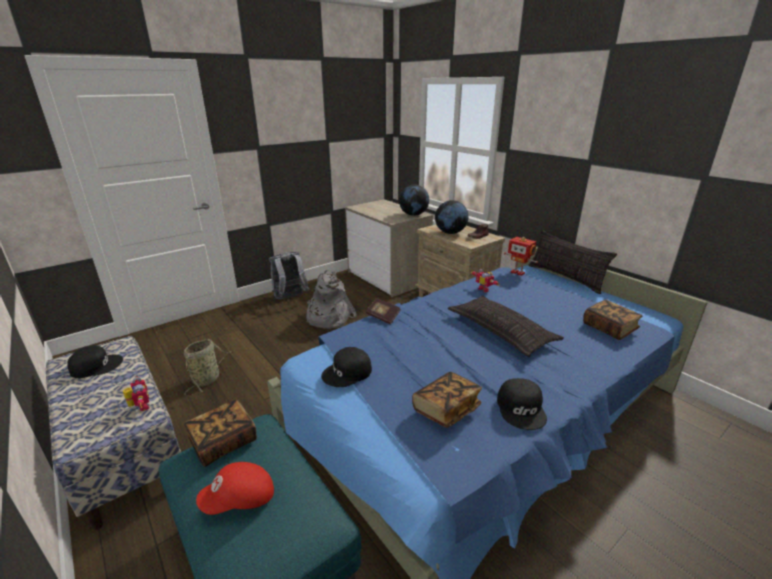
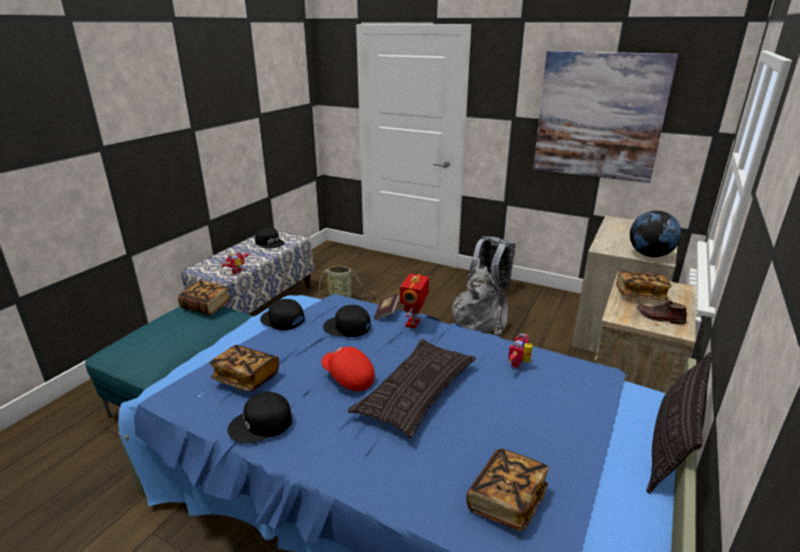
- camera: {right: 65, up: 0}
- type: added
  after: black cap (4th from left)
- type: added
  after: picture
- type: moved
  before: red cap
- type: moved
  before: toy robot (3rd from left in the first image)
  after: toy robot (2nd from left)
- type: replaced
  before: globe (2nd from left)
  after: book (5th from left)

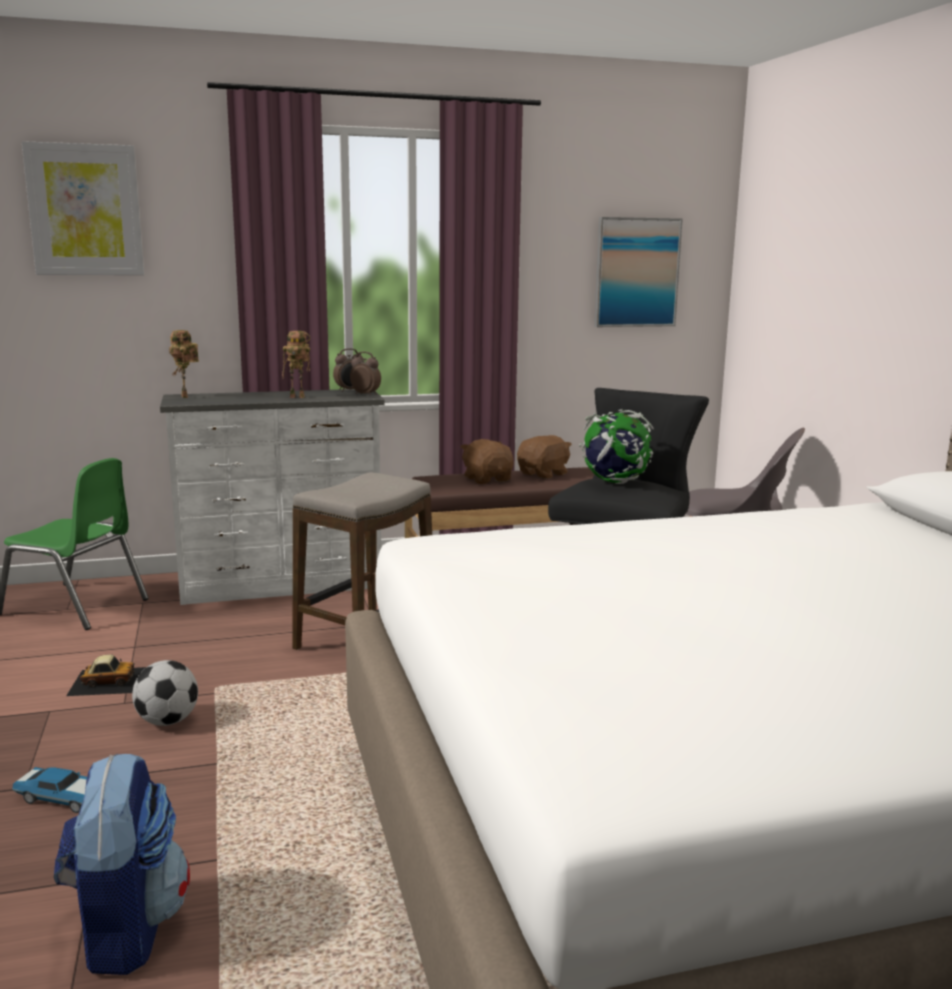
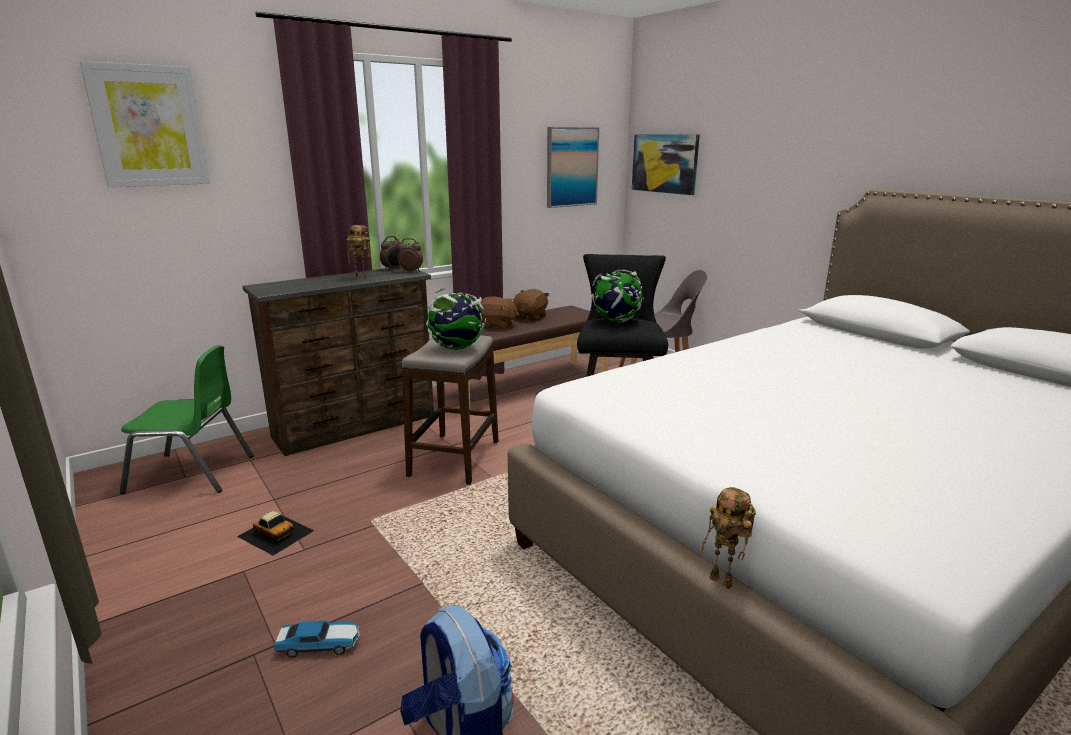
- camera: {right: -20, up: 5}
- type: removed
  before: football
- type: added
  after: globe (1st from left)
- type: added
  after: picture (3rd from left)
- type: moved
  before: toy robot (1st from left in the first image)
  after: toy robot (2nd from left)
- type: recoloured
  before: white dresser
  after: brown dresser
- type: turned
  before: toy car (2nd from left in the first image)
  turn: 60
- type: turned
  before: brown plush toy (1st from left)
  turn: 150

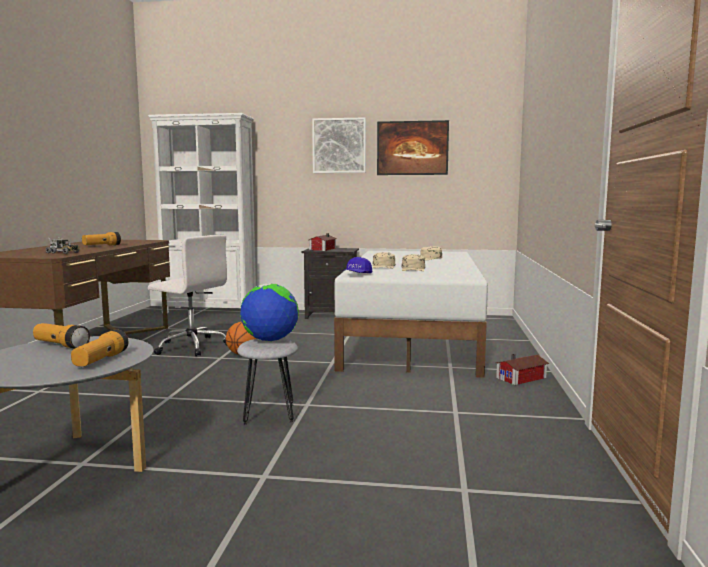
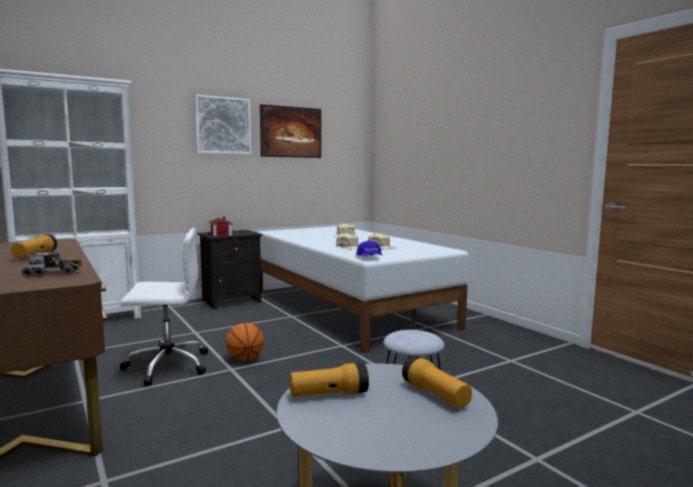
- camera: {right: -40, up: 0}
- type: removed
  before: globe
- type: removed
  before: toy house (2nd from left)

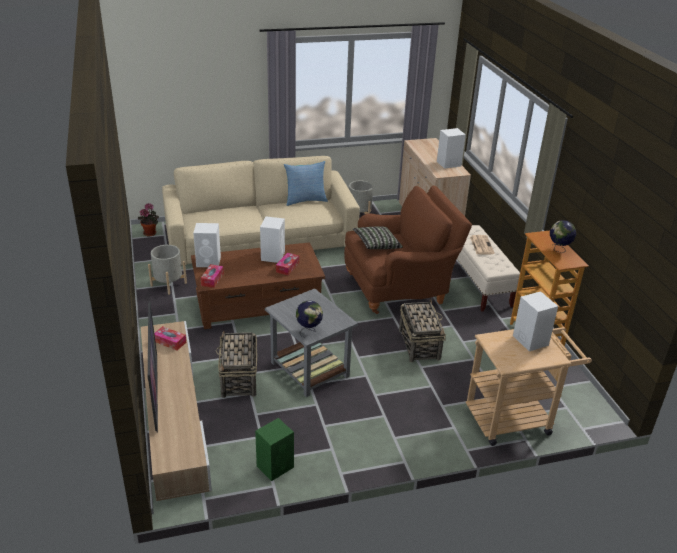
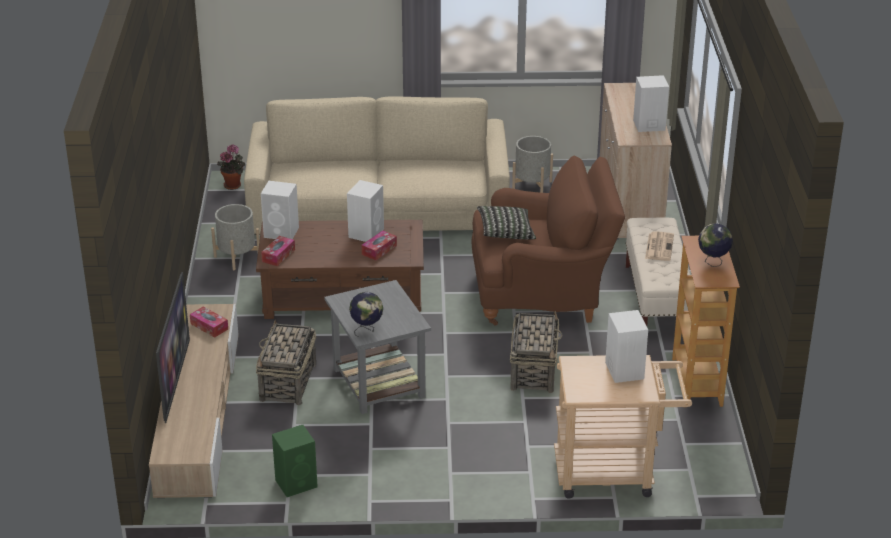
- camera: {right: 15, up: 0}
- type: removed
  before: pillow (1st from left)

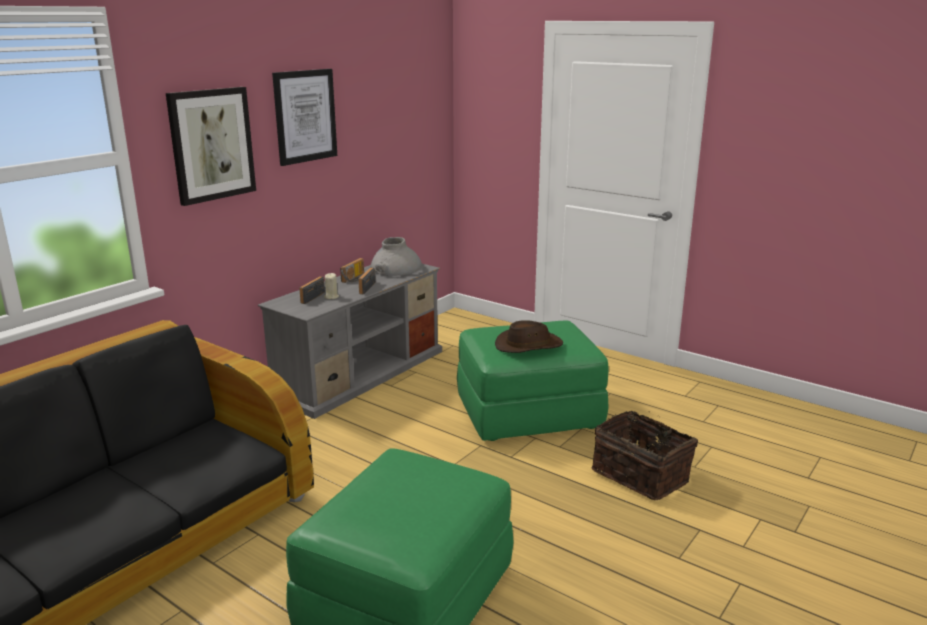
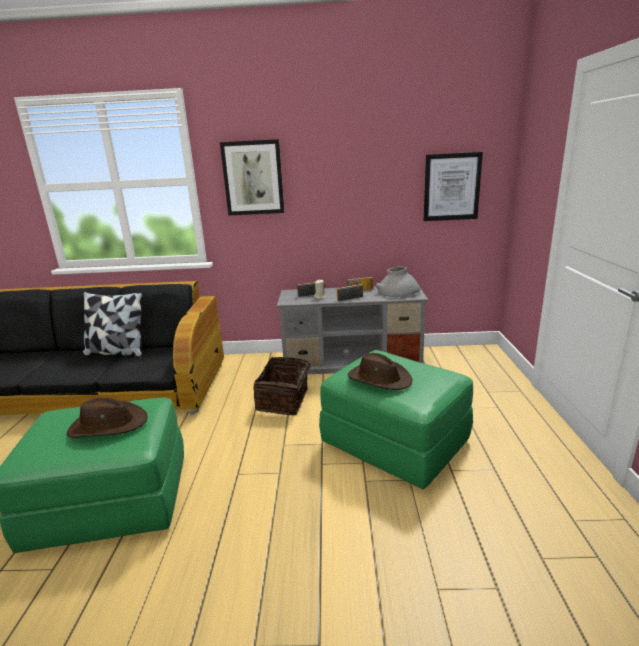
- camera: {right: 55, up: 0}
- type: added
  after: brown hat (1st from left)
- type: added
  after: pillow
- type: moved
  before: picture (2nd from left)
- type: moved
  before: basket

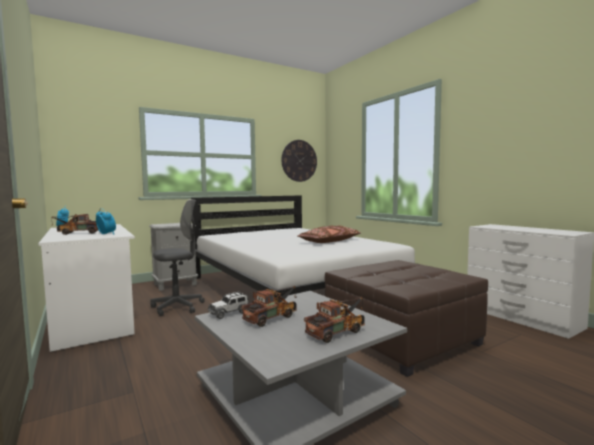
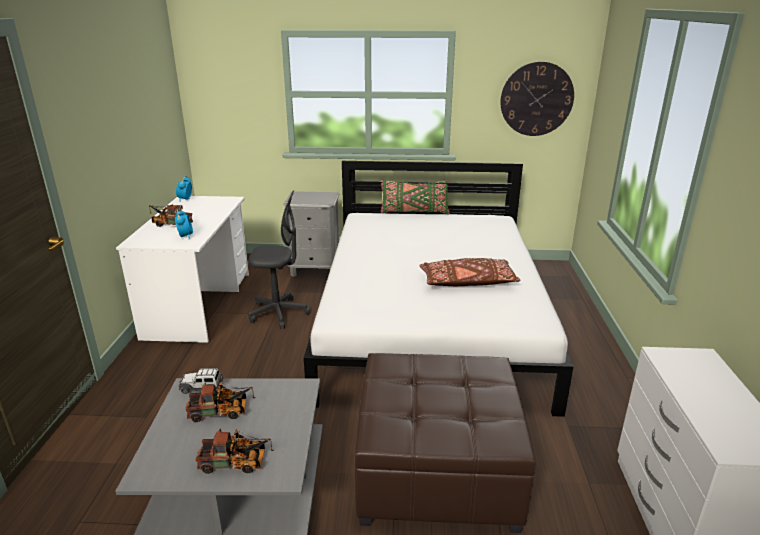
- camera: {right: 35, up: 20}
- type: added
  after: green pillow

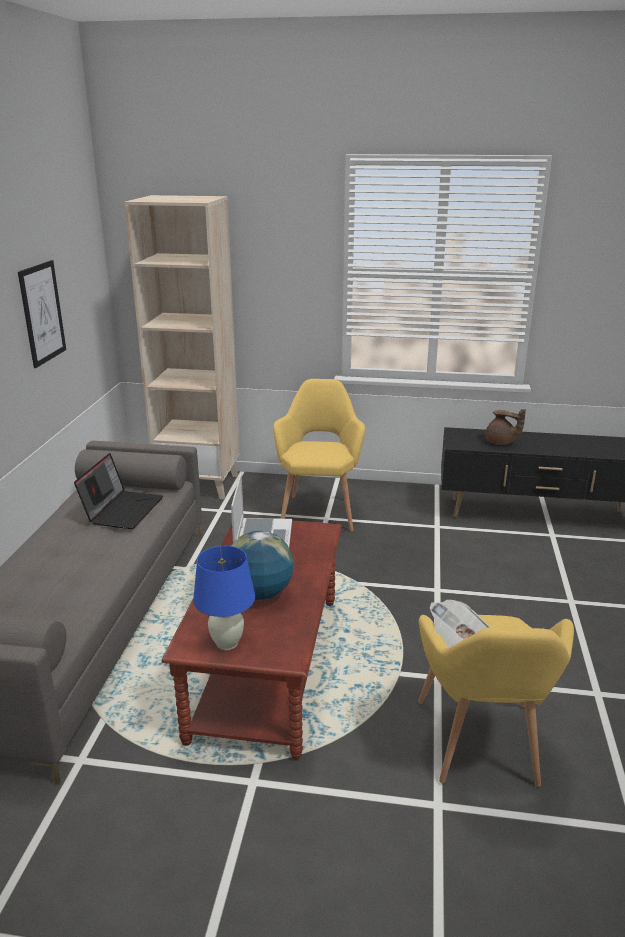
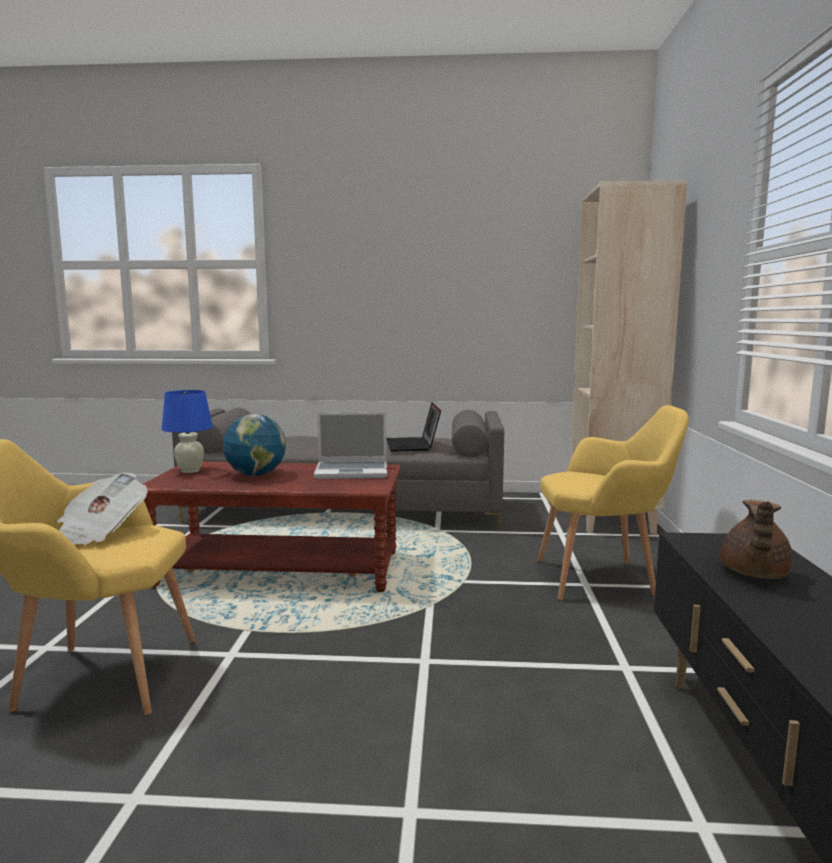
- camera: {right: 85, up: -15}
- type: removed
  before: picture
- type: turned
  before: laptop (1st from left in the first image)
  turn: 75

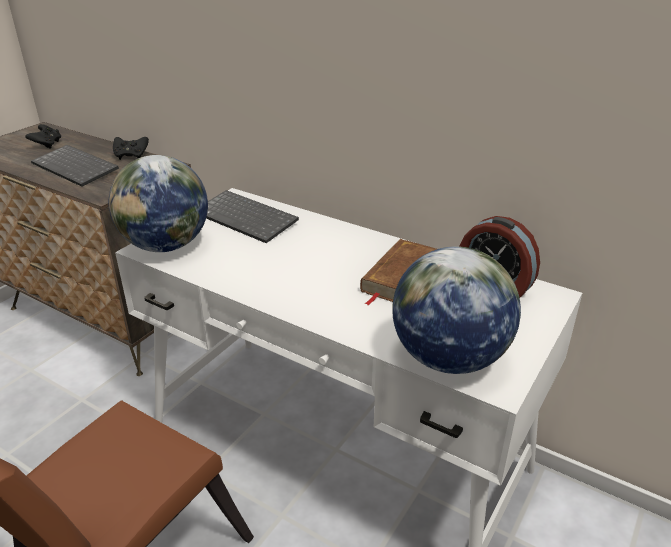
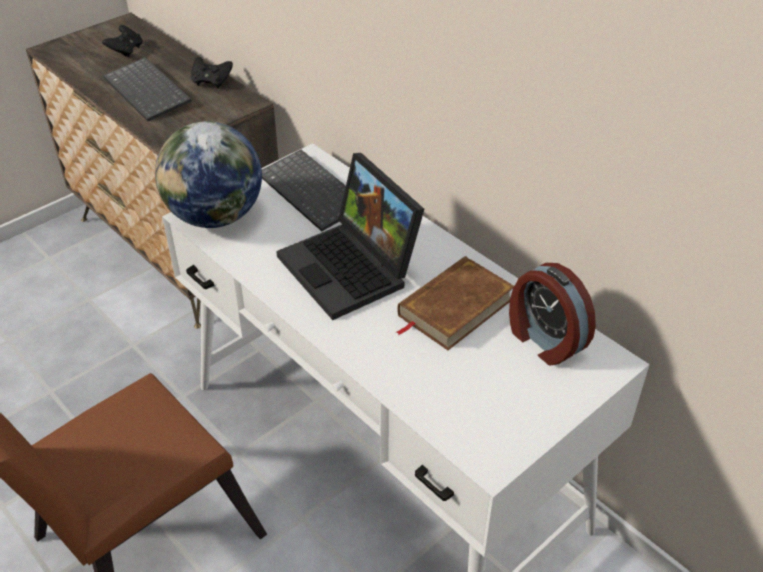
- camera: {right: 15, up: 10}
- type: removed
  before: globe (2nd from left)
- type: added
  after: laptop

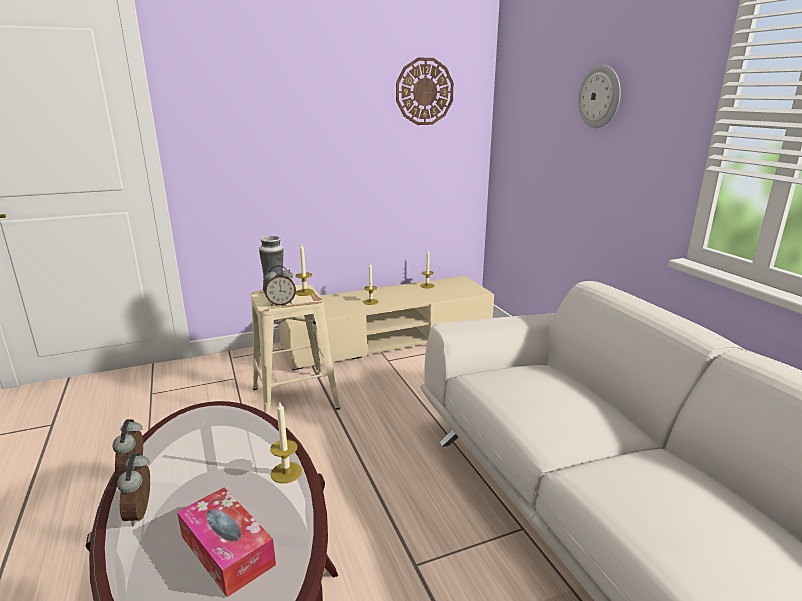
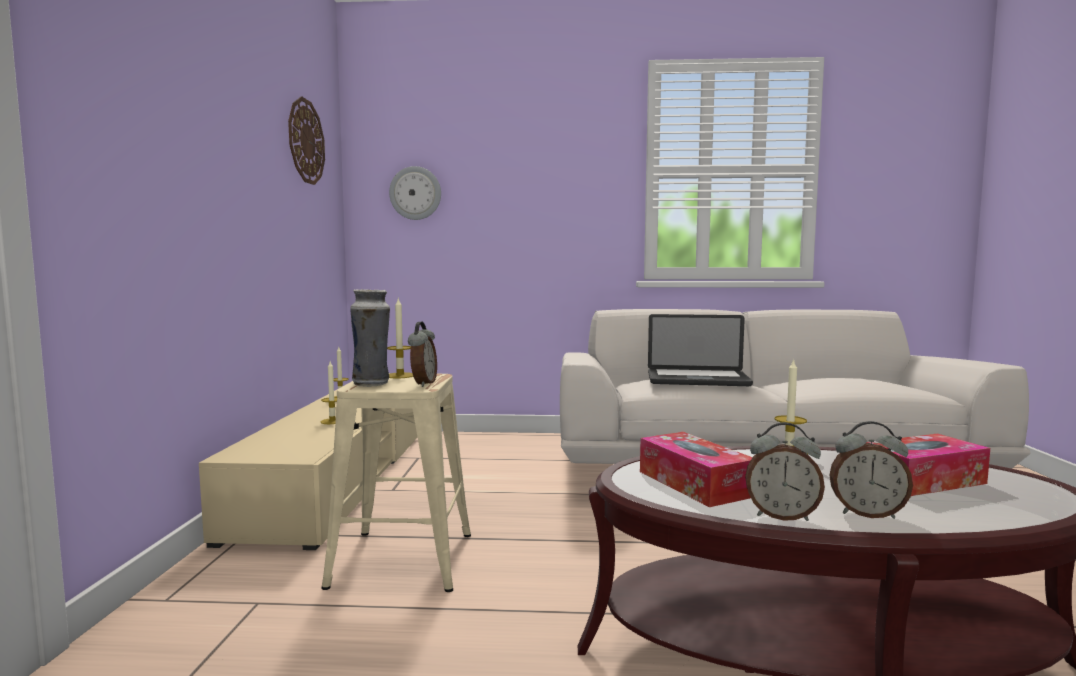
- camera: {right: -65, up: -15}
- type: added
  after: tissue box (1st from left)
- type: added
  after: laptop
- type: moved
  before: wall clock (2nd from left)

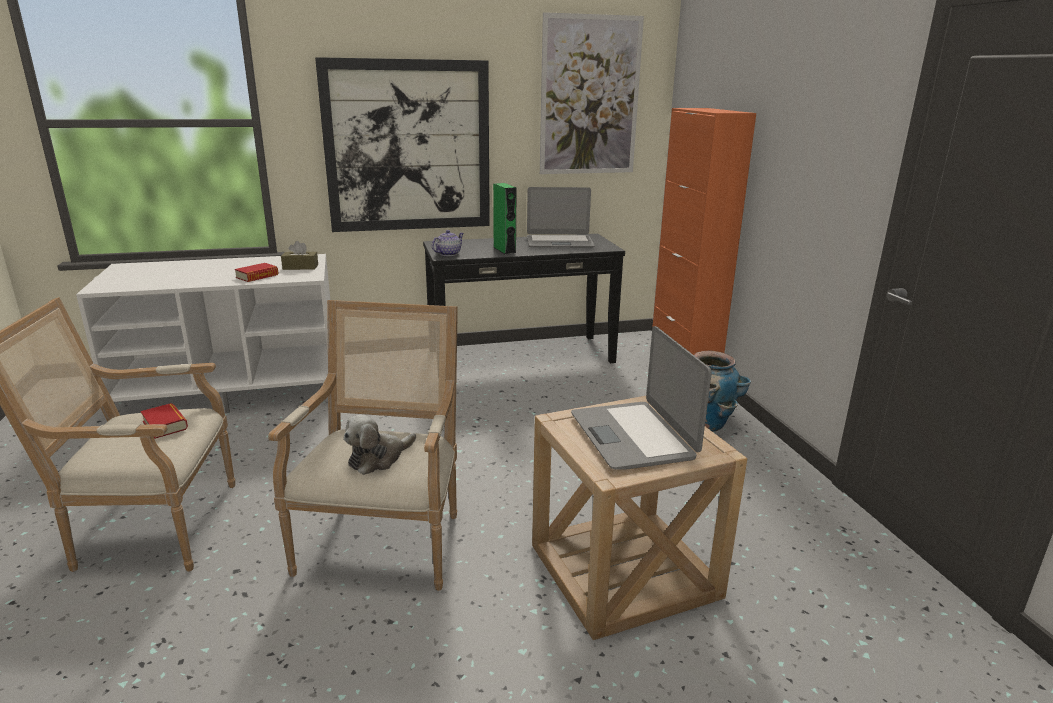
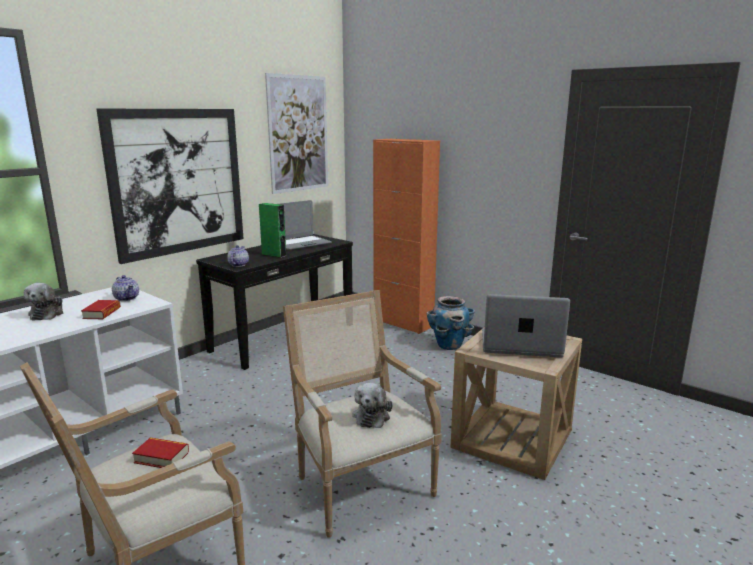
- camera: {right: -35, up: -5}
- type: added
  after: plush toy (1st from left)
- type: replaced
  before: brown tissue box
  after: teapot (1st from left)
- type: turned
  before: laptop (2nd from left)
  turn: 150

